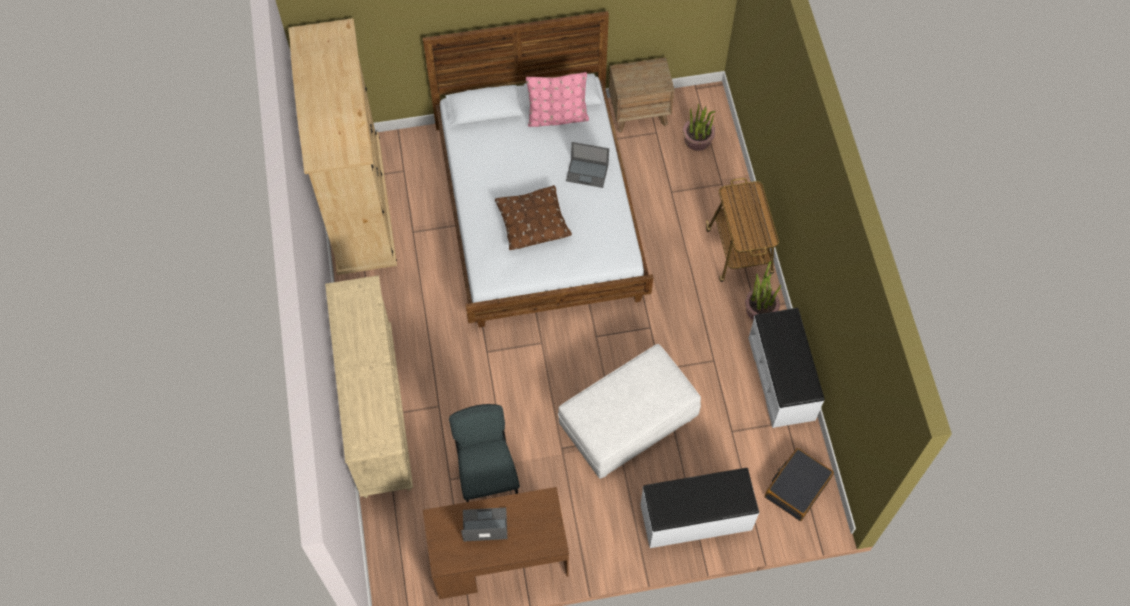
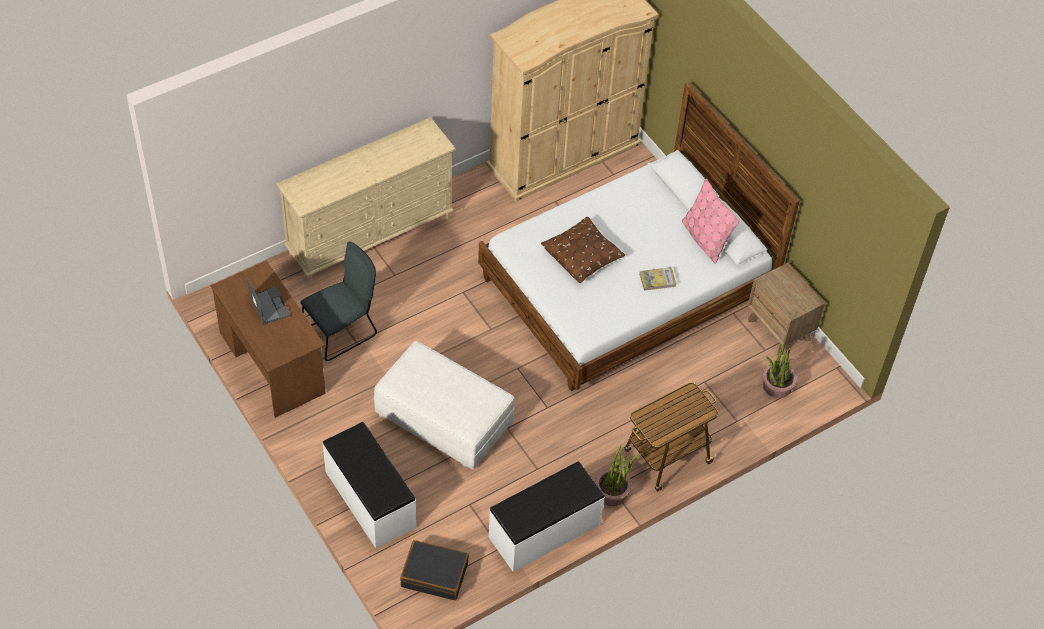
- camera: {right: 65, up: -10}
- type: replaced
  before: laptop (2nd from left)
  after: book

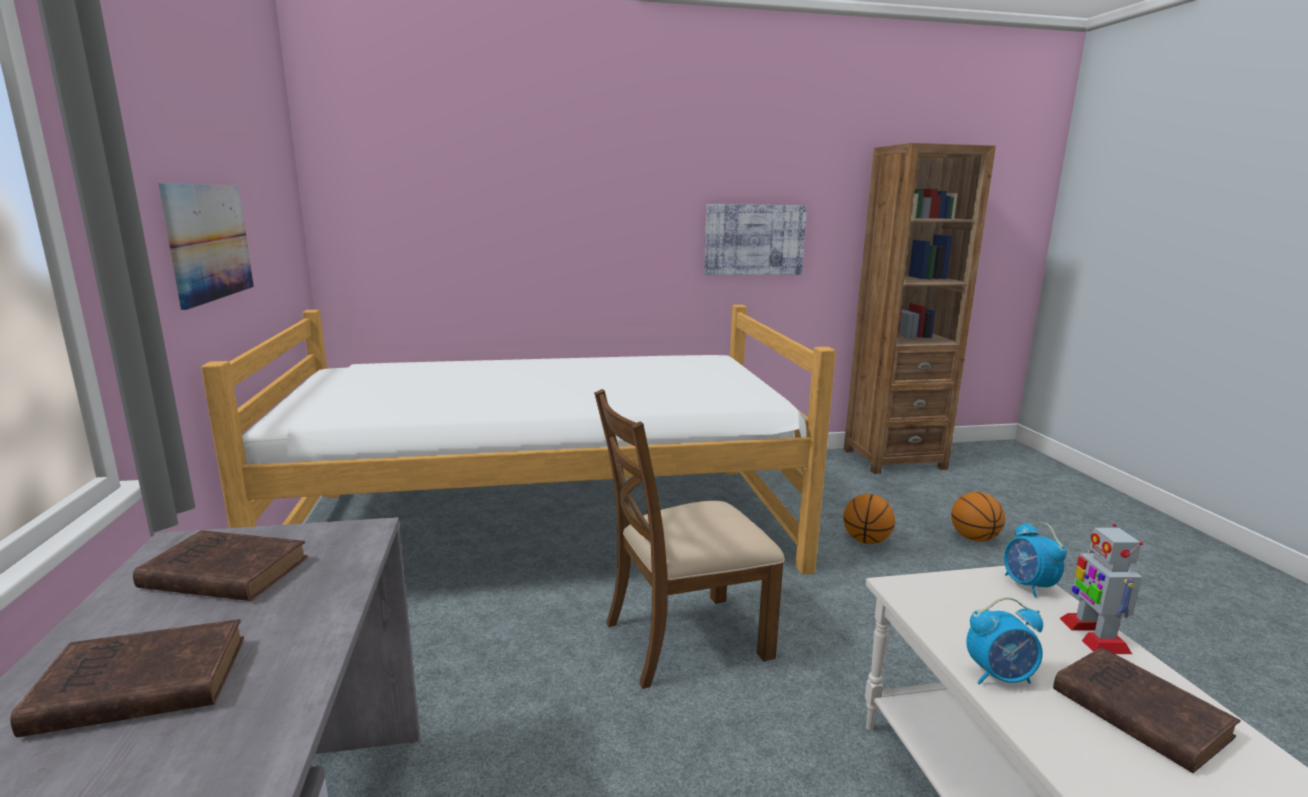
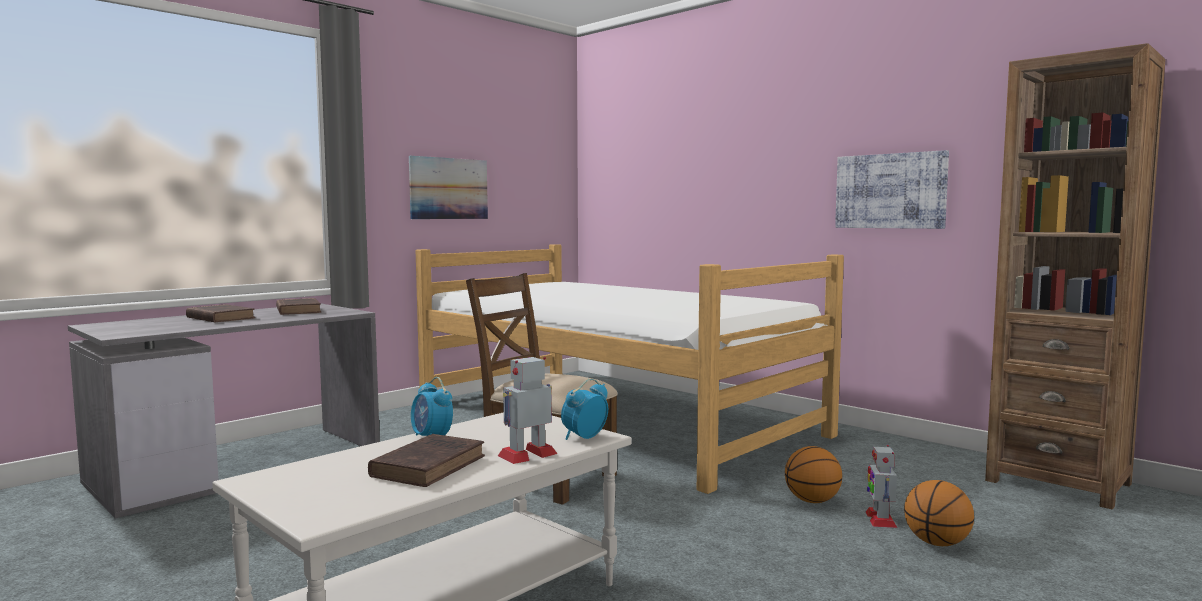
- camera: {right: 55, up: -10}
- type: added
  after: toy robot (2nd from left)

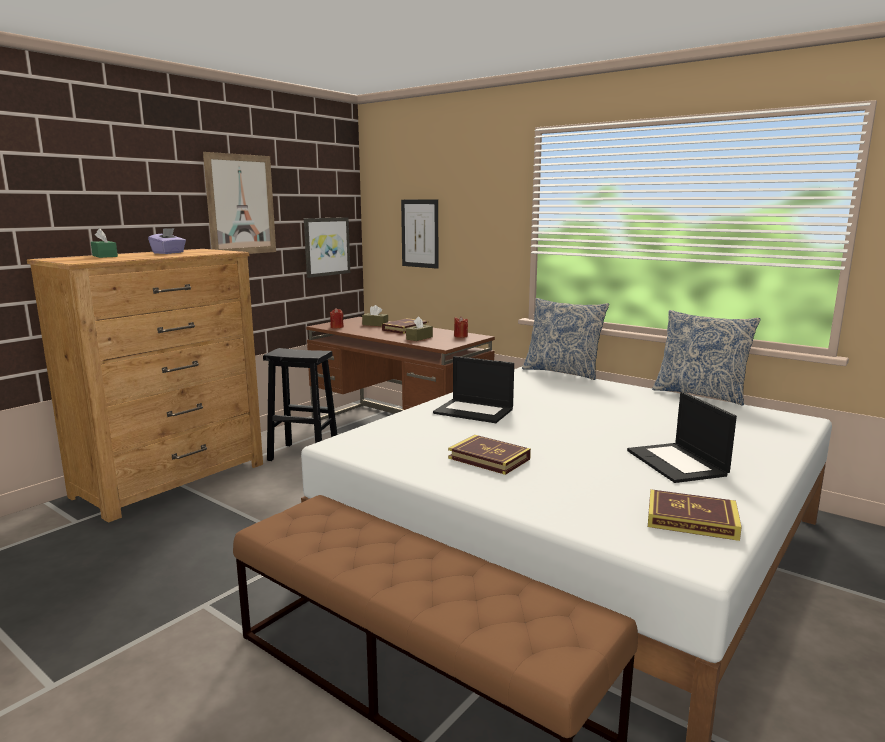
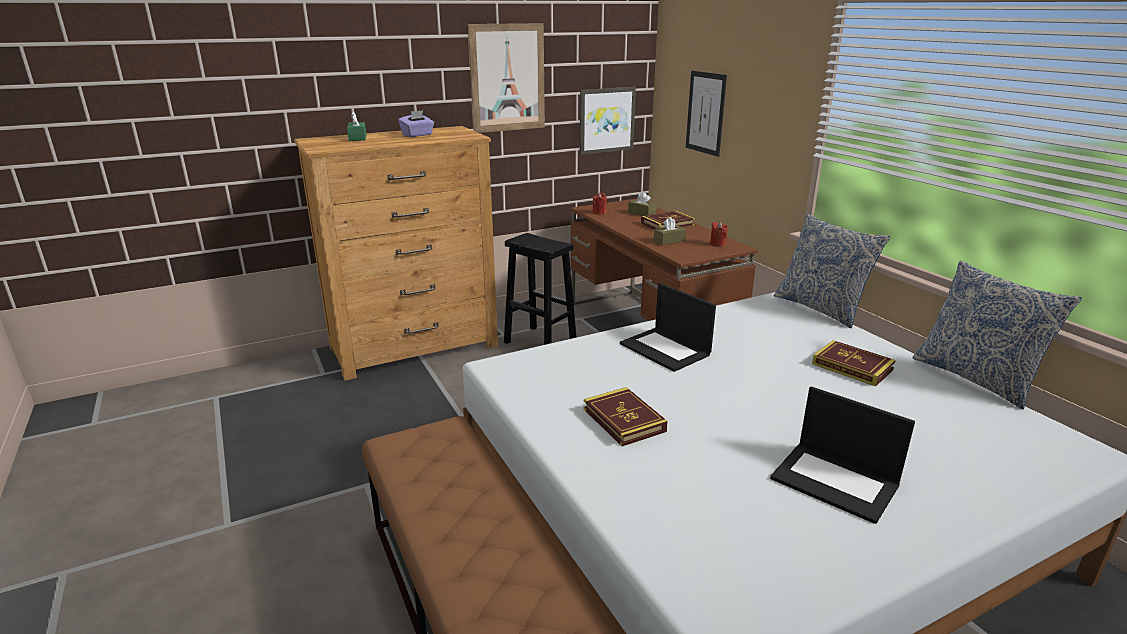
- camera: {right: 25, up: 10}
- type: moved
  before: book (3rd from left)
- type: turned
  before: laptop (2nd from left)
  turn: -60

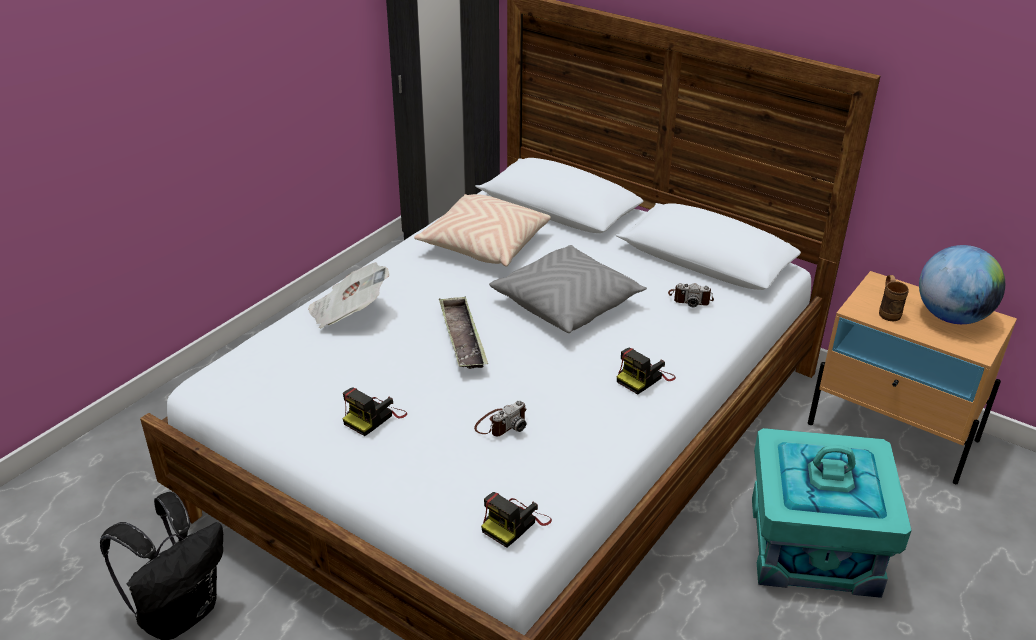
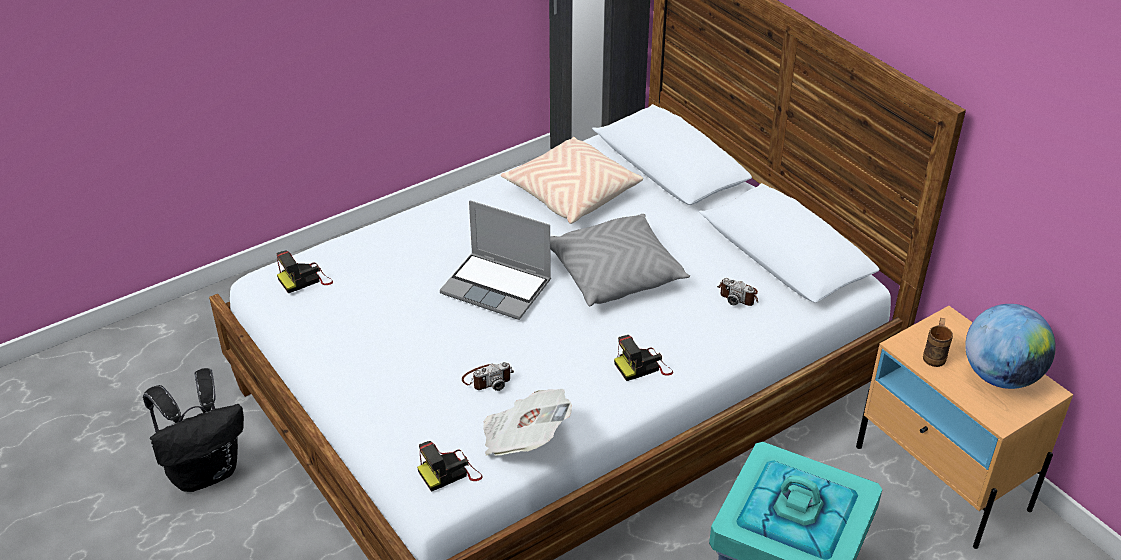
- camera: {right: 20, up: 5}
- type: moved
  before: newspaper
- type: moved
  before: photo camera (1st from left)
- type: replaced
  before: tray
  after: laptop

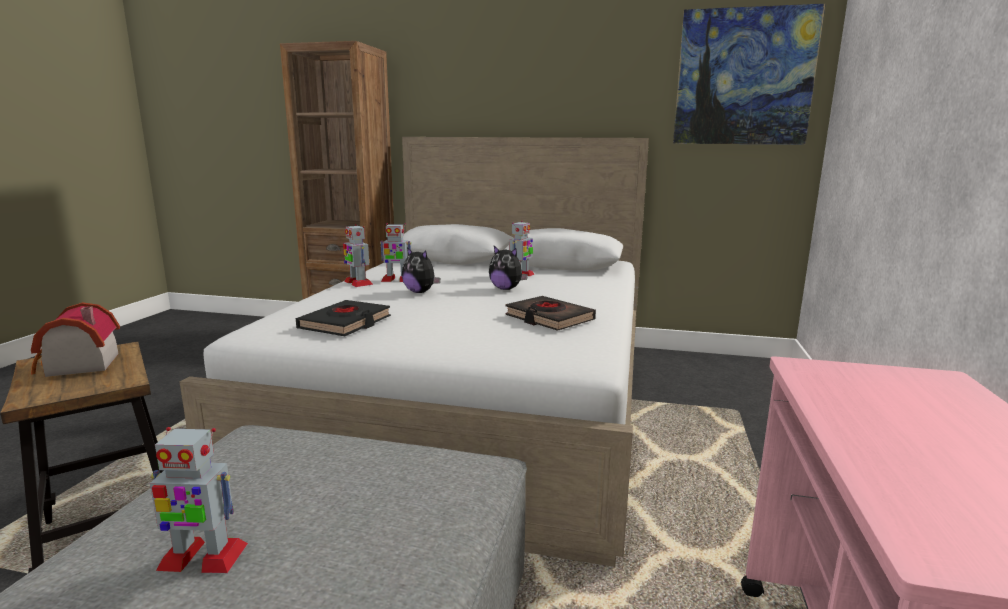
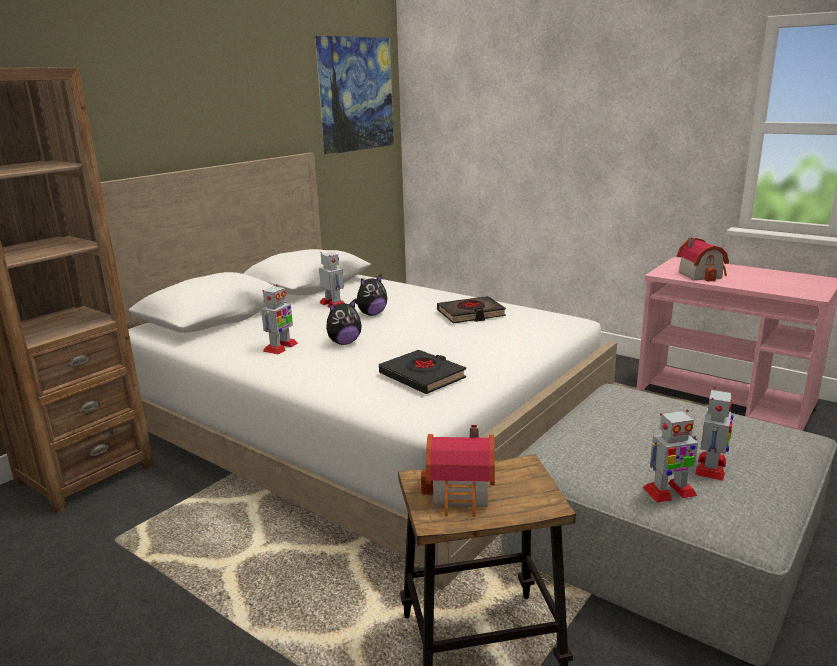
- camera: {right: -65, up: 5}
- type: added
  after: toy house (2nd from left)
- type: moved
  before: toy robot (2nd from left in the first image)
  after: toy robot (3rd from left)

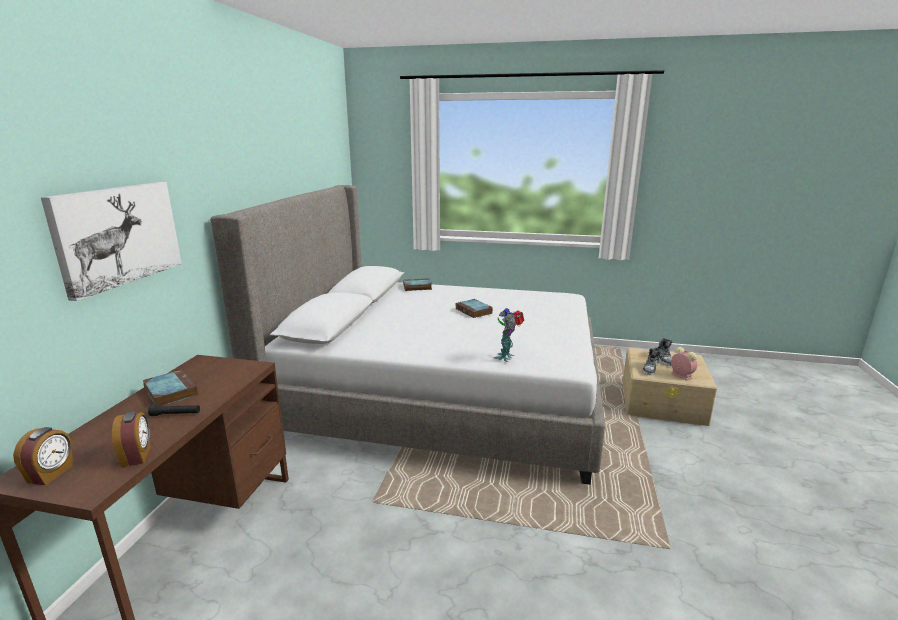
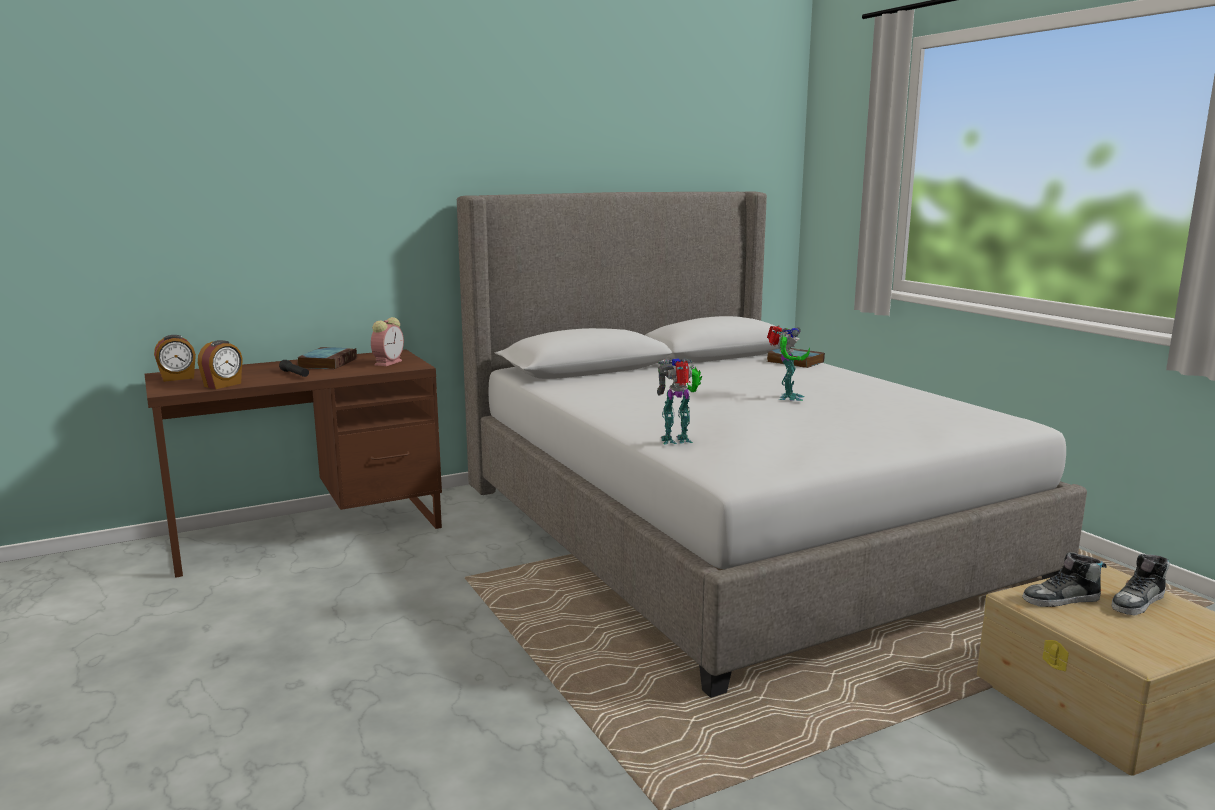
- camera: {right: 50, up: -5}
- type: removed
  before: picture
- type: moved
  before: alarm clock (3rd from left)
- type: replaced
  before: book (3rd from left)
  after: toy robot (2nd from left)

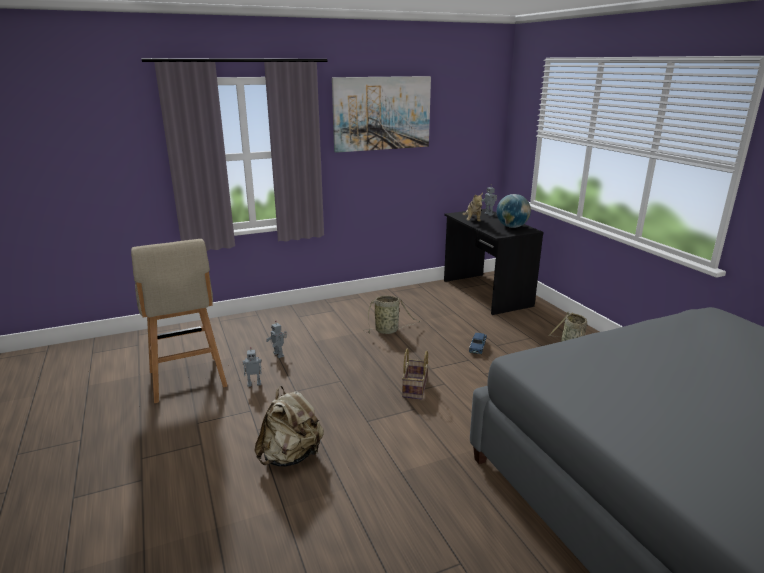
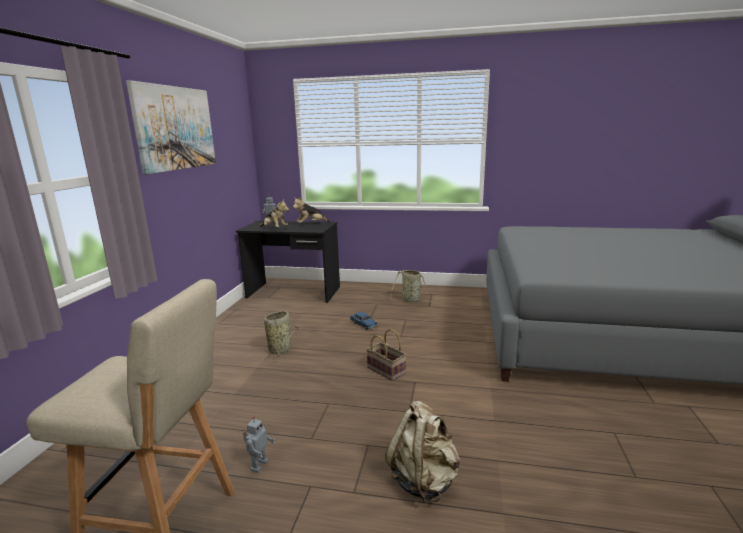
- camera: {right: -55, up: -5}
- type: removed
  before: toy robot (2nd from left)
- type: replaced
  before: globe
  after: plush toy (2nd from left)

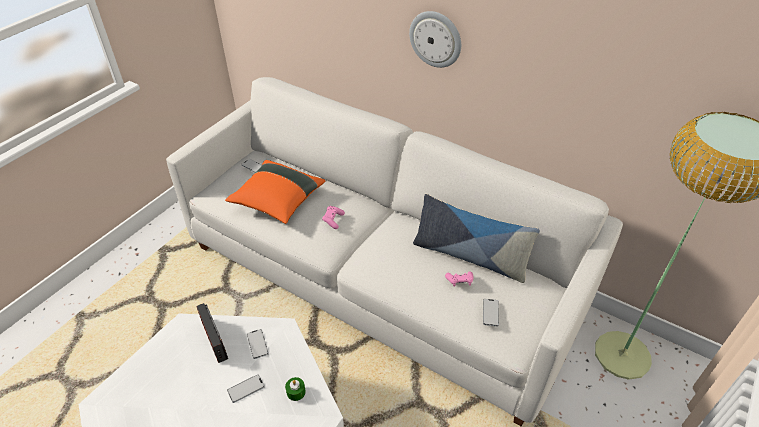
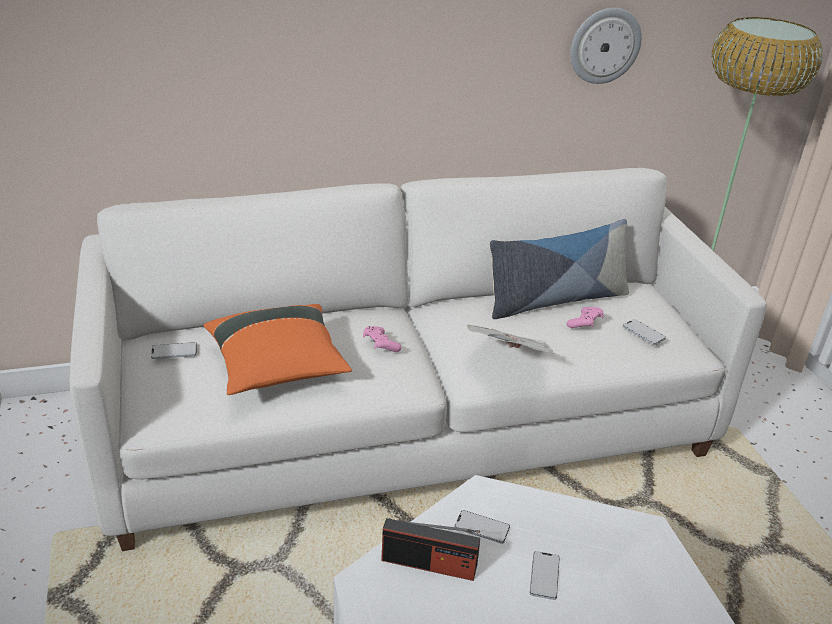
- camera: {right: -50, up: -10}
- type: removed
  before: green candle
- type: added
  after: newspaper
- type: moved
  before: wall clock

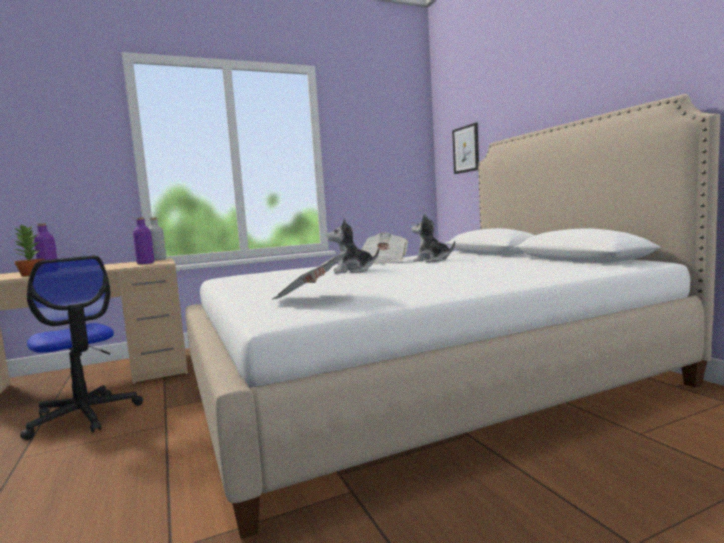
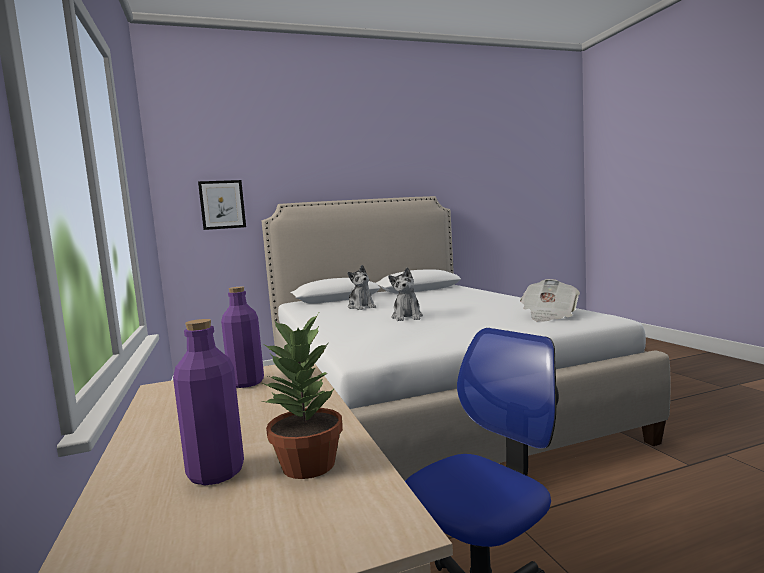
- camera: {right: -85, up: 0}
- type: removed
  before: grey bottle
- type: removed
  before: newspaper (2nd from left)
- type: turned
  before: plush toy (2nd from left in the first image)
  turn: -60

